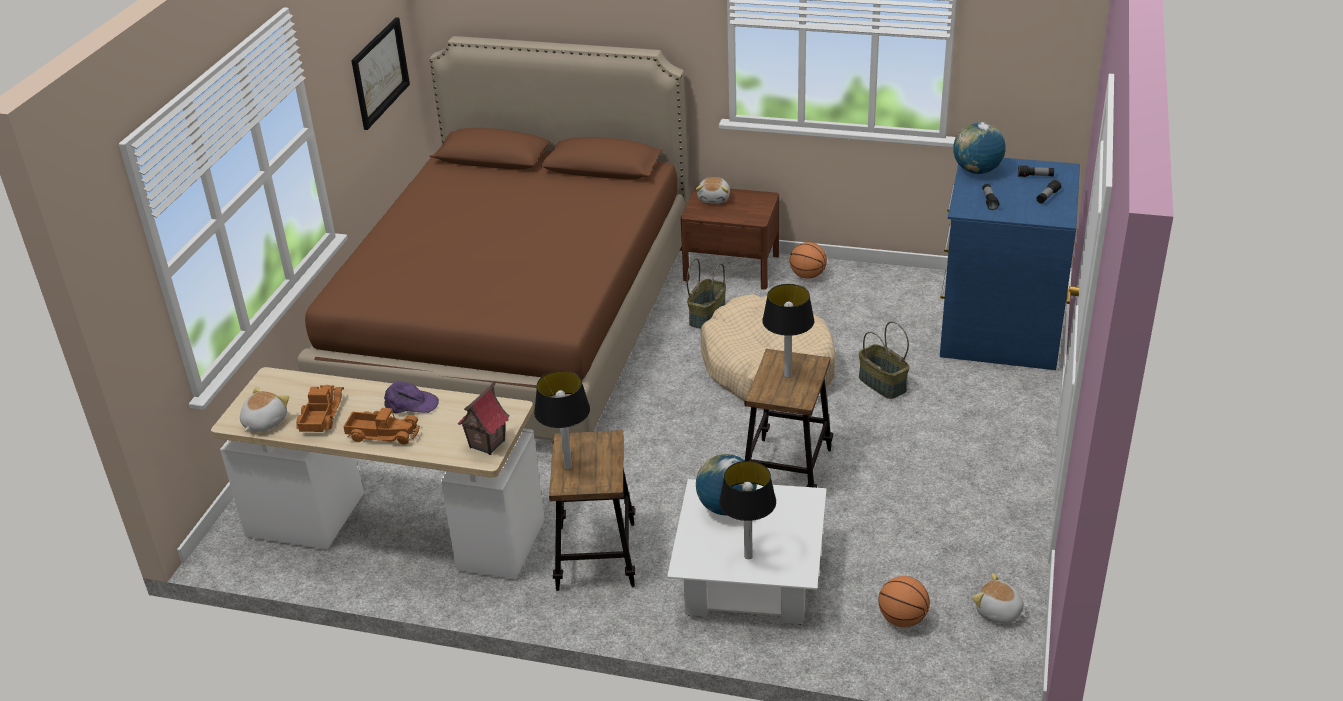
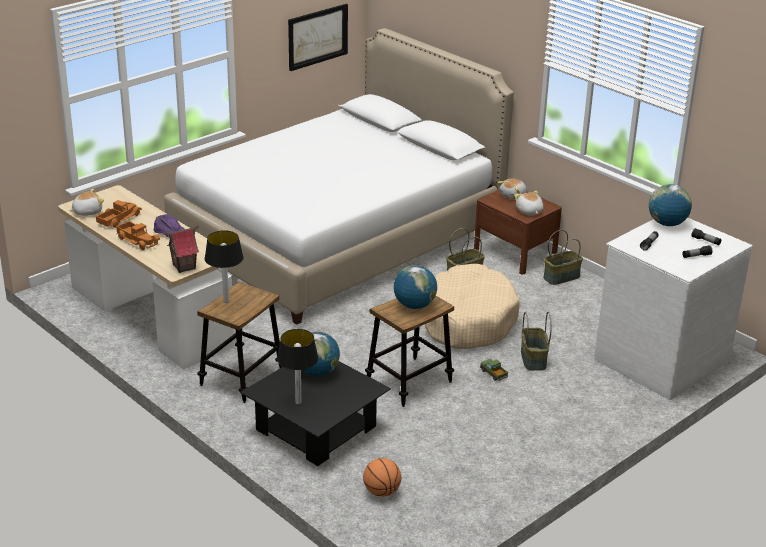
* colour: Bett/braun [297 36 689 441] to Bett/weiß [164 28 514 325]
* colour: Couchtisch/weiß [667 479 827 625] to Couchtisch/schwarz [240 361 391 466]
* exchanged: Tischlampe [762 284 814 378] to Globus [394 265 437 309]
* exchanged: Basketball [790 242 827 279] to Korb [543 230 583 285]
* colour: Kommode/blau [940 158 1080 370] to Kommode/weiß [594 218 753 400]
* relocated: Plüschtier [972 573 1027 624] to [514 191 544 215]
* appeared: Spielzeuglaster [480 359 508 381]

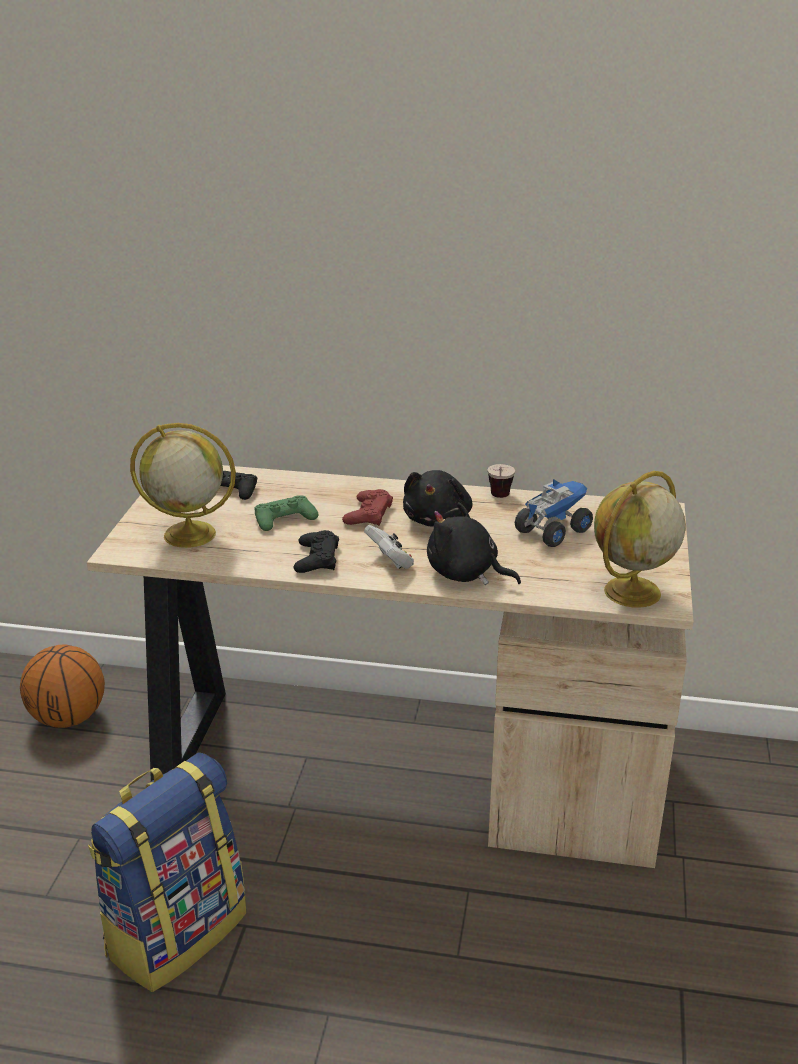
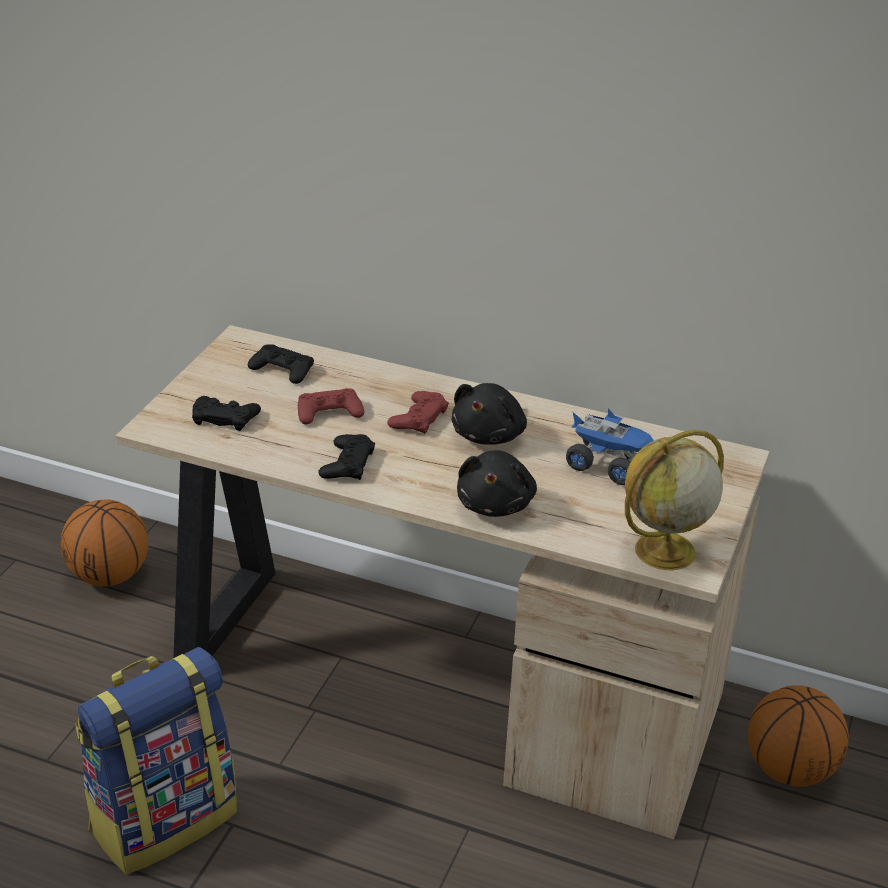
* exchanged: Globus [130 423 236 548] to Gamepad/schwarz [192 396 261 431]
* colour: Gamepad/grün [254 495 318 531] to Gamepad/rot [298 388 365 424]
* missing: Gamepad/weiß [364 525 414 569]
* spun: Plüschtier/schwarz [427 502 521 585] = [457 450 537 517] 120 degrees counterclockwise
* missing: Tasse [488 464 515 498]
* spun: Spielzeuglaster [515 479 593 547] = [566 408 654 485] 60 degrees clockwise
* appeared: Basketball [747 685 849 787]

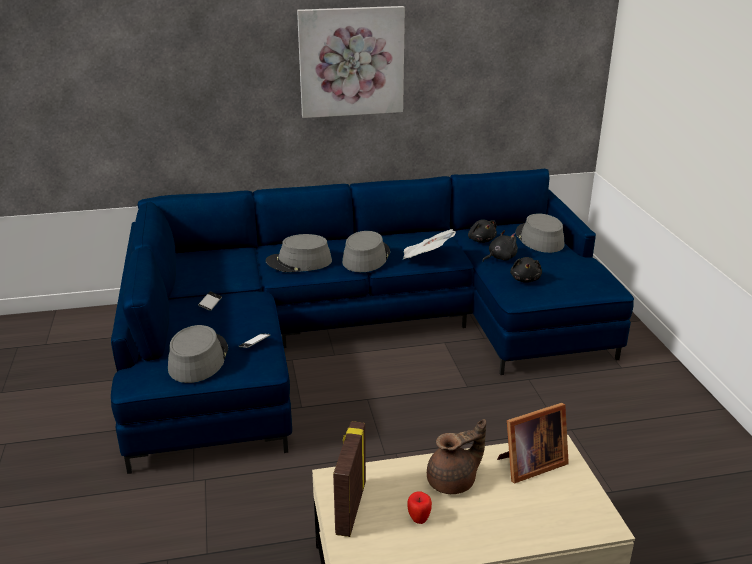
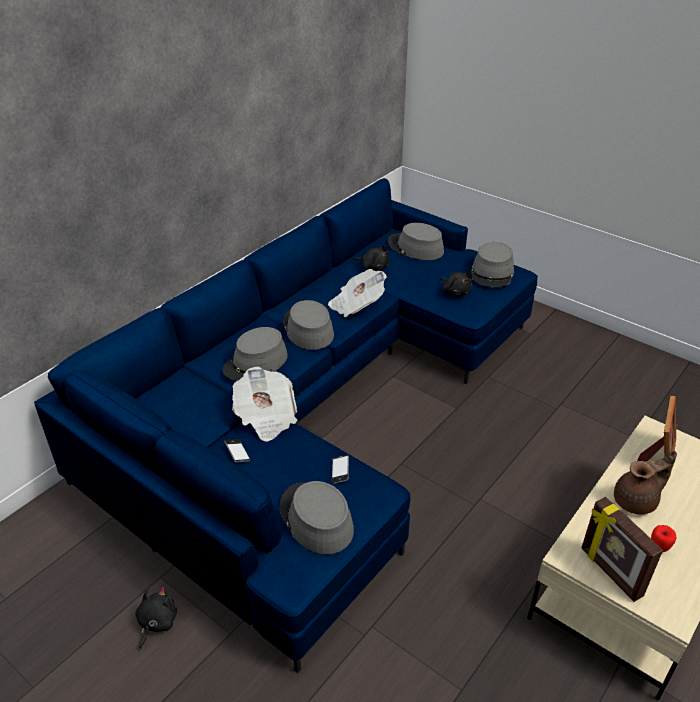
* missing: Bild [297 6 405 118]
* spun: Teekanne/braun [427 419 486 494] = [614 451 677 515] 45 degrees clockwise
* relocated: Plüschtier/schwarz [482 230 518 262] to [135 587 177 650]
* appeared: Zeitung [232 367 297 442]
* appeared: Hut/grau [472 242 514 287]

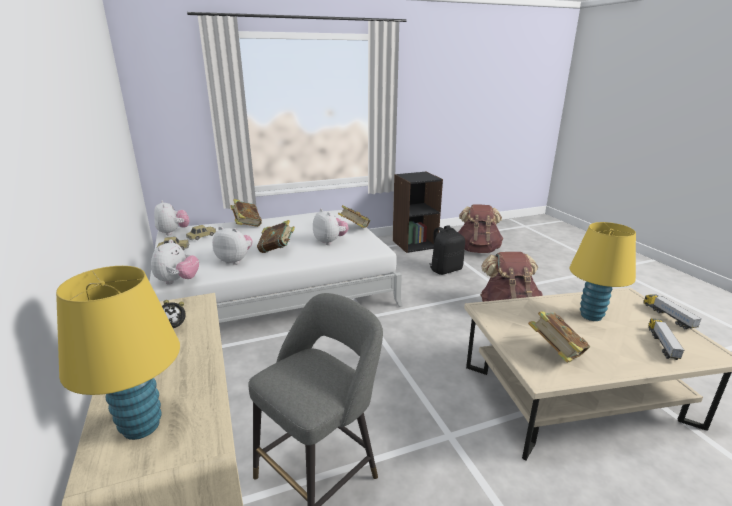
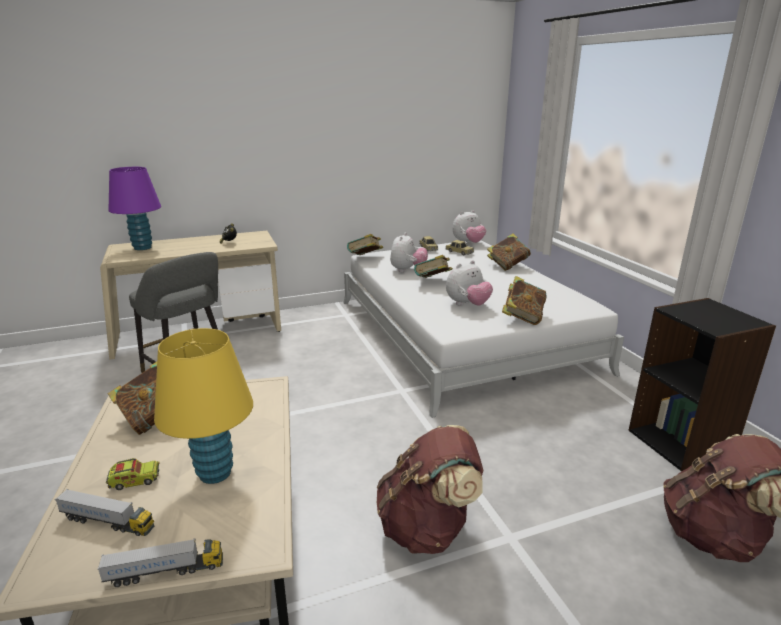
* colour: Tischlampe/gelb [56 266 180 440] to Tischlampe/lila [108 167 161 250]
* exchanged: Plüschtier [151 239 199 285] to Buch [347 234 383 255]
* missing: Rucksack/schwarz [429 225 465 275]
* appeared: Spielzeuglaster [106 458 159 490]

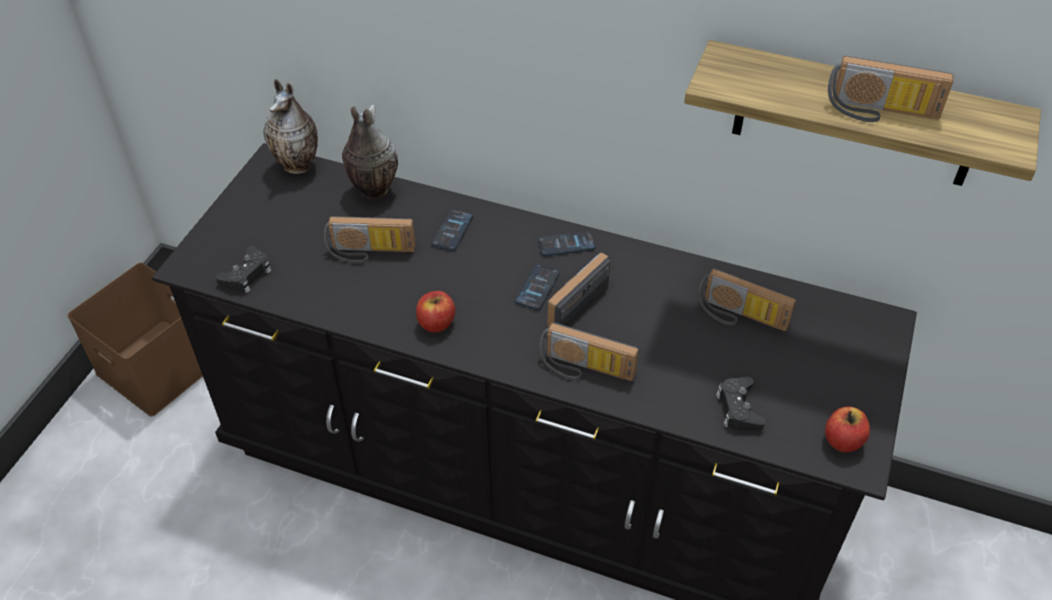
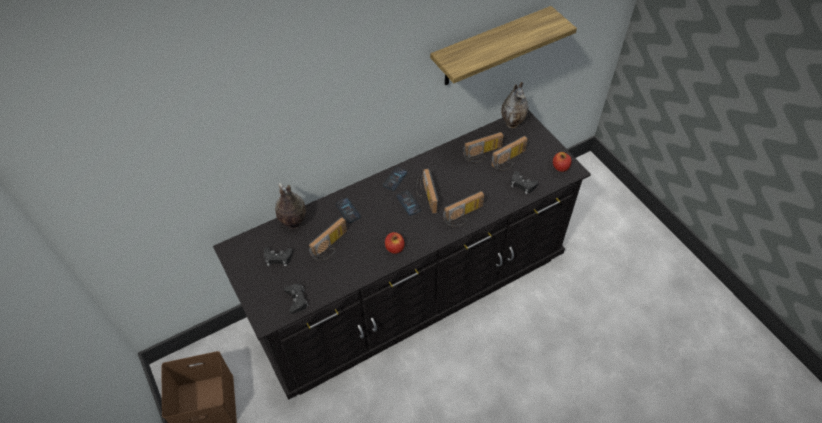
* relocated: Vase [263 79 318 174] to [501 82 529 128]
* relocated: Radio [828 56 953 122] to [491 136 528 171]
* appeared: Gamepad/schwarz [264 247 293 266]

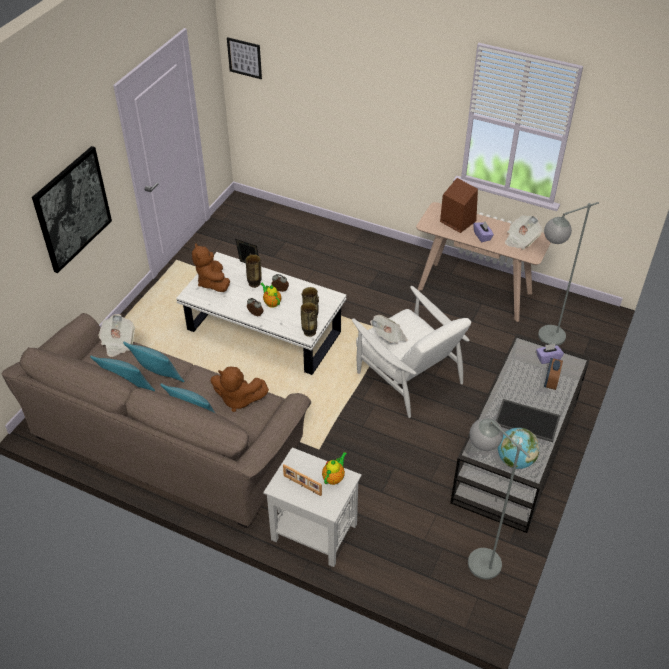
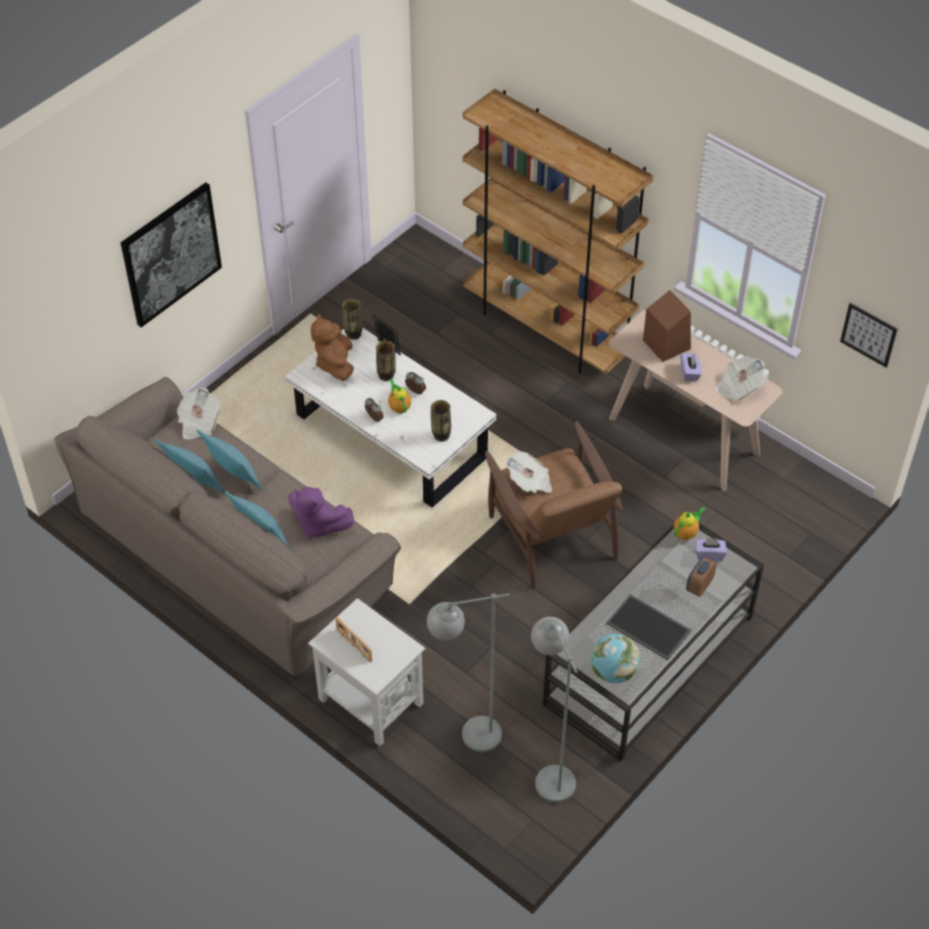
* colour: Plüschtier/braun [210 367 269 412] to Plüschtier/lila [288 487 355 540]
* relocated: Bild [227 37 262 79] to [840 303 898 367]
* relocated: Vase [301 302 317 337] to [342 299 363 340]
* relocated: Teekanne [322 452 347 485] to [674 507 705 540]
* colour: Sessel/weiß [352 286 471 418] to Sessel/braun [485 421 623 589]
* relocated: Stehlampe/grau [538 202 599 346] to [427 594 510 752]
* appeared: Bücherregal/braun [463 88 653 374]

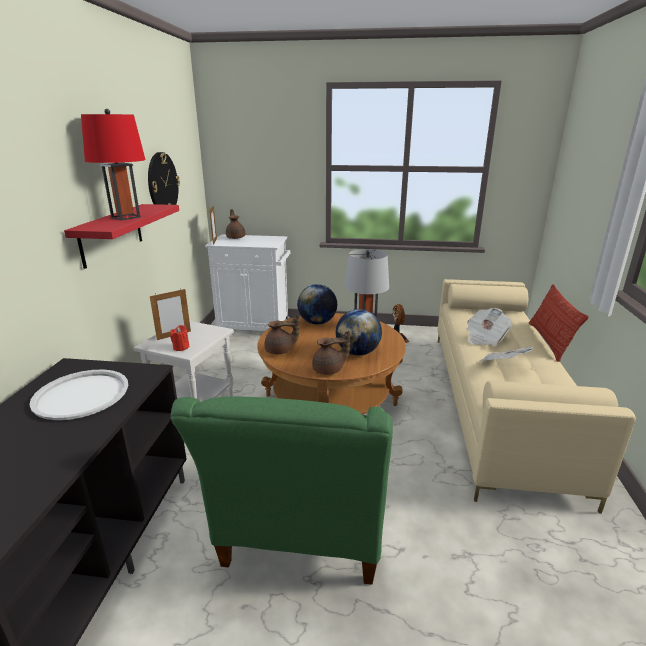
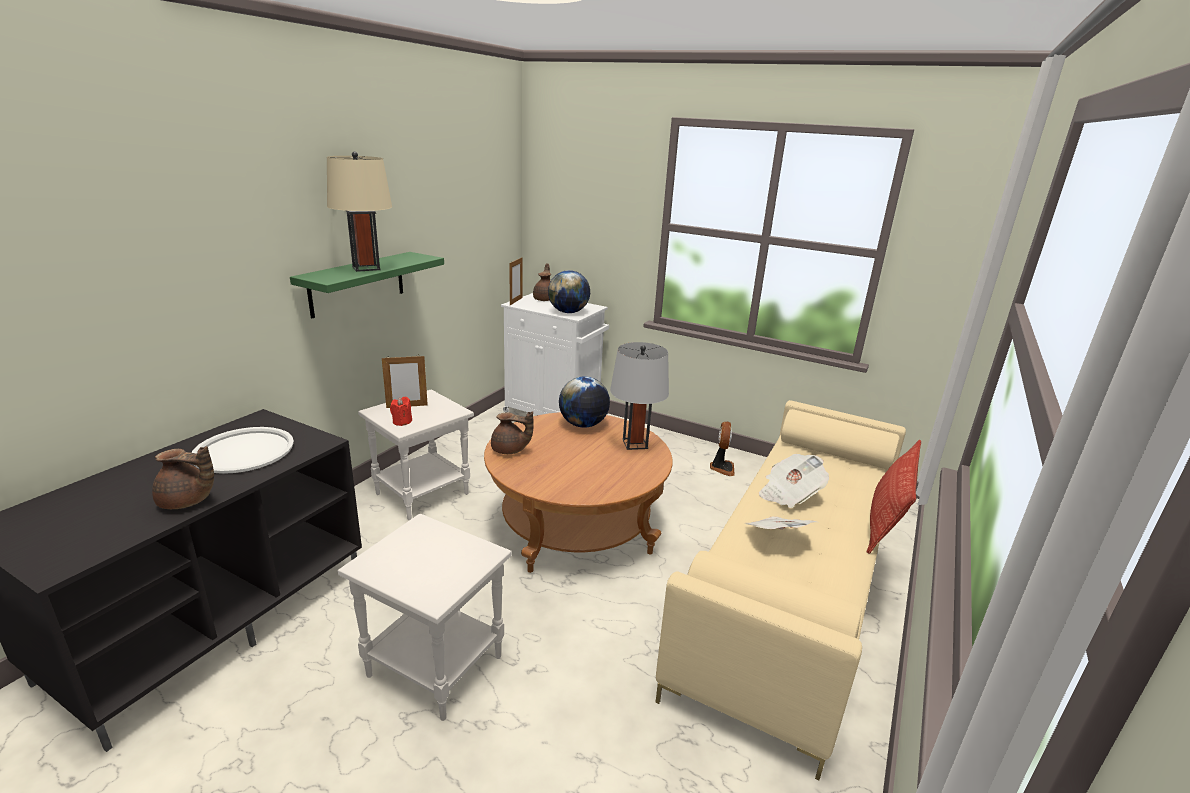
* colour: Wandregal/rot [64 204 179 269] to Wandregal/grün [290 252 444 318]
* colour: Tischlampe/rot [81 109 146 220] to Tischlampe/beige [327 151 392 272]
* missing: Wanduhr [148 152 180 205]
* exchanged: Sessel/grün [171 396 393 585] to Beistelltisch/weiß [338 513 512 721]
* relocated: Teekanne/braun [312 331 350 375] to [152 446 214 509]
* relocated: Globus [336 309 382 355] to [548 270 590 313]

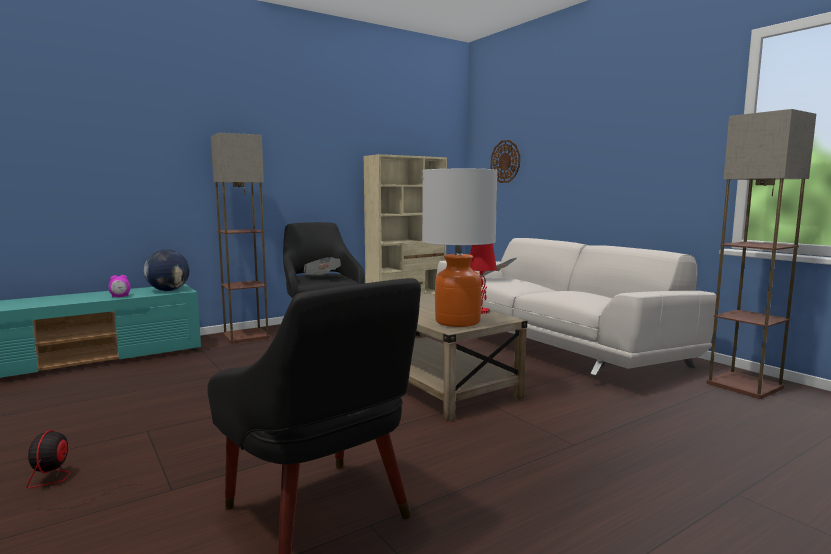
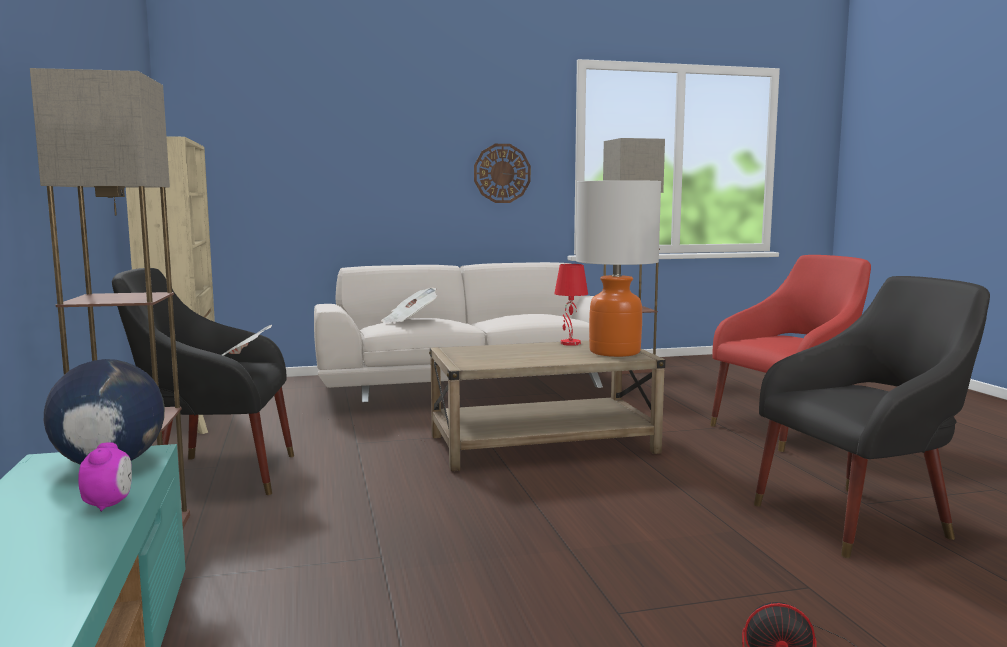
* relocated: Wanduhr [490 140 520 183] to [474 144 531 203]
* appeared: Sessel/rot [710 255 871 452]

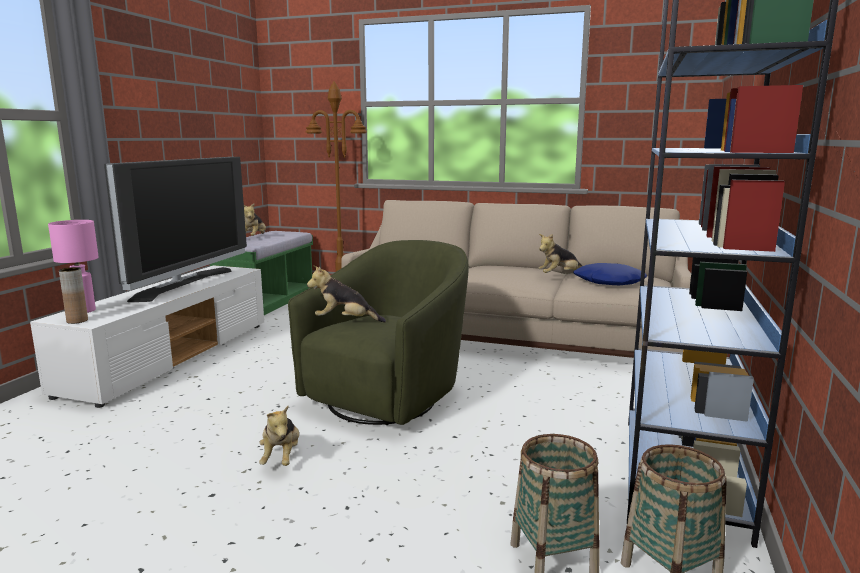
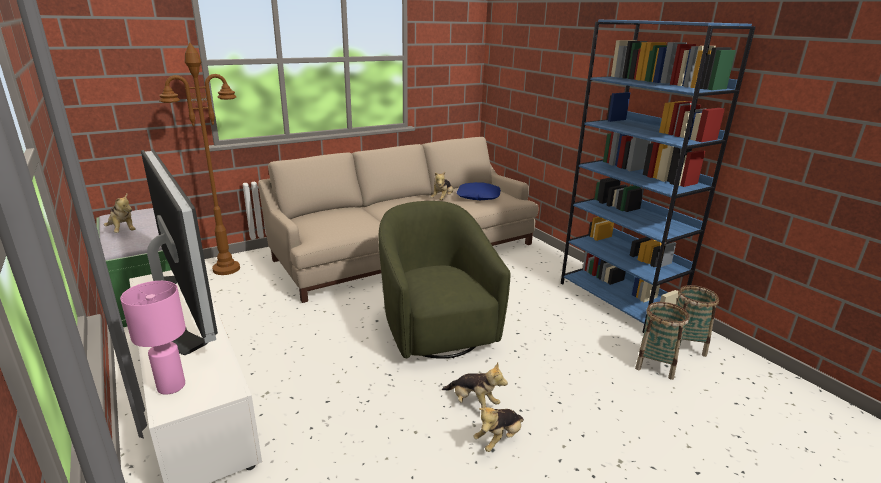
* missing: Vase/braun [59 267 88 324]
* relocated: Plüschtier [307 265 386 323] to [473 407 524 452]

